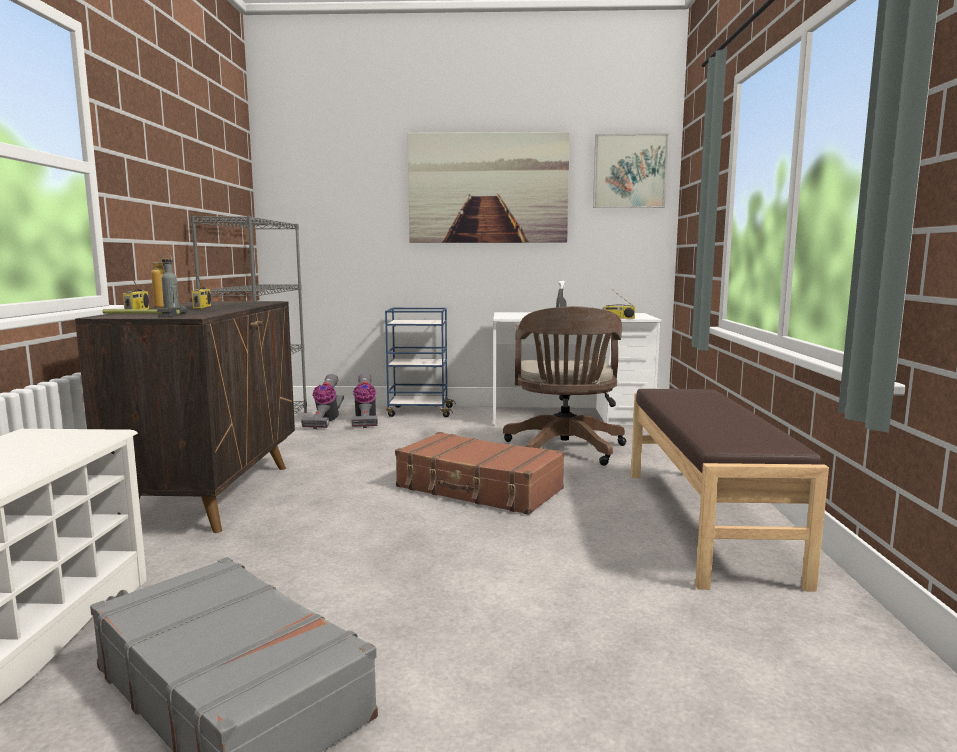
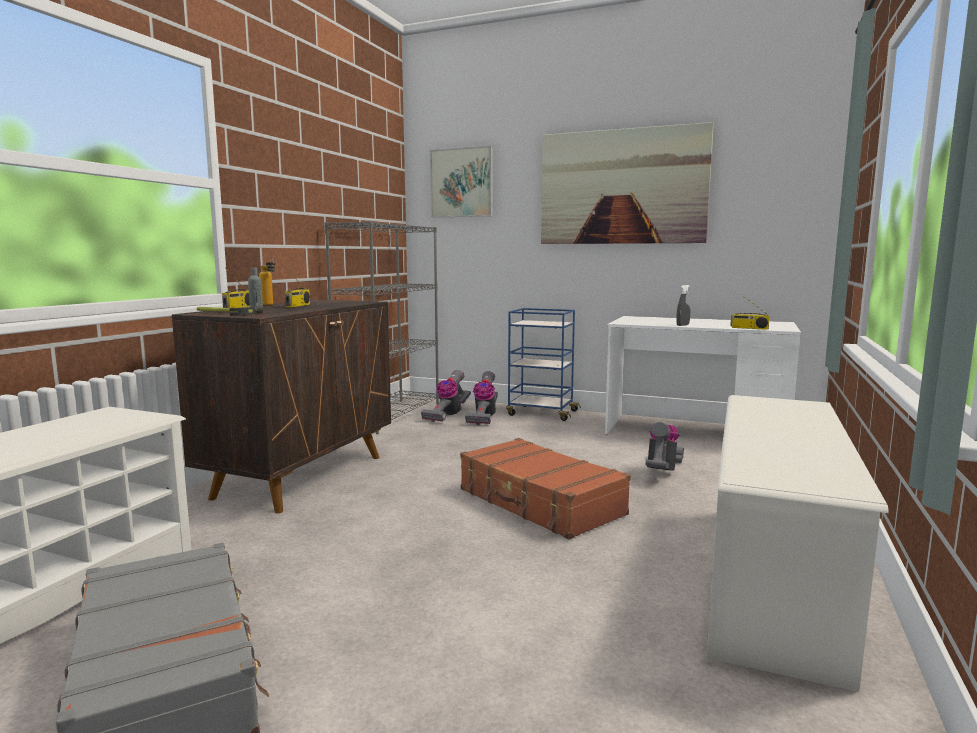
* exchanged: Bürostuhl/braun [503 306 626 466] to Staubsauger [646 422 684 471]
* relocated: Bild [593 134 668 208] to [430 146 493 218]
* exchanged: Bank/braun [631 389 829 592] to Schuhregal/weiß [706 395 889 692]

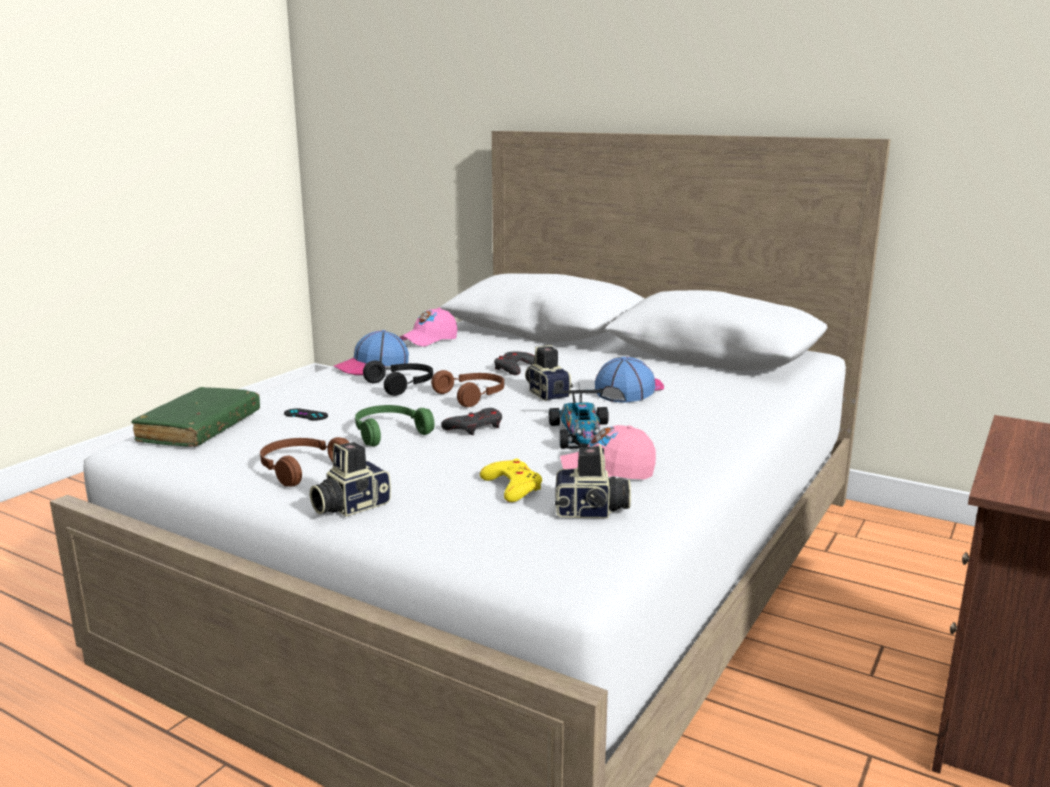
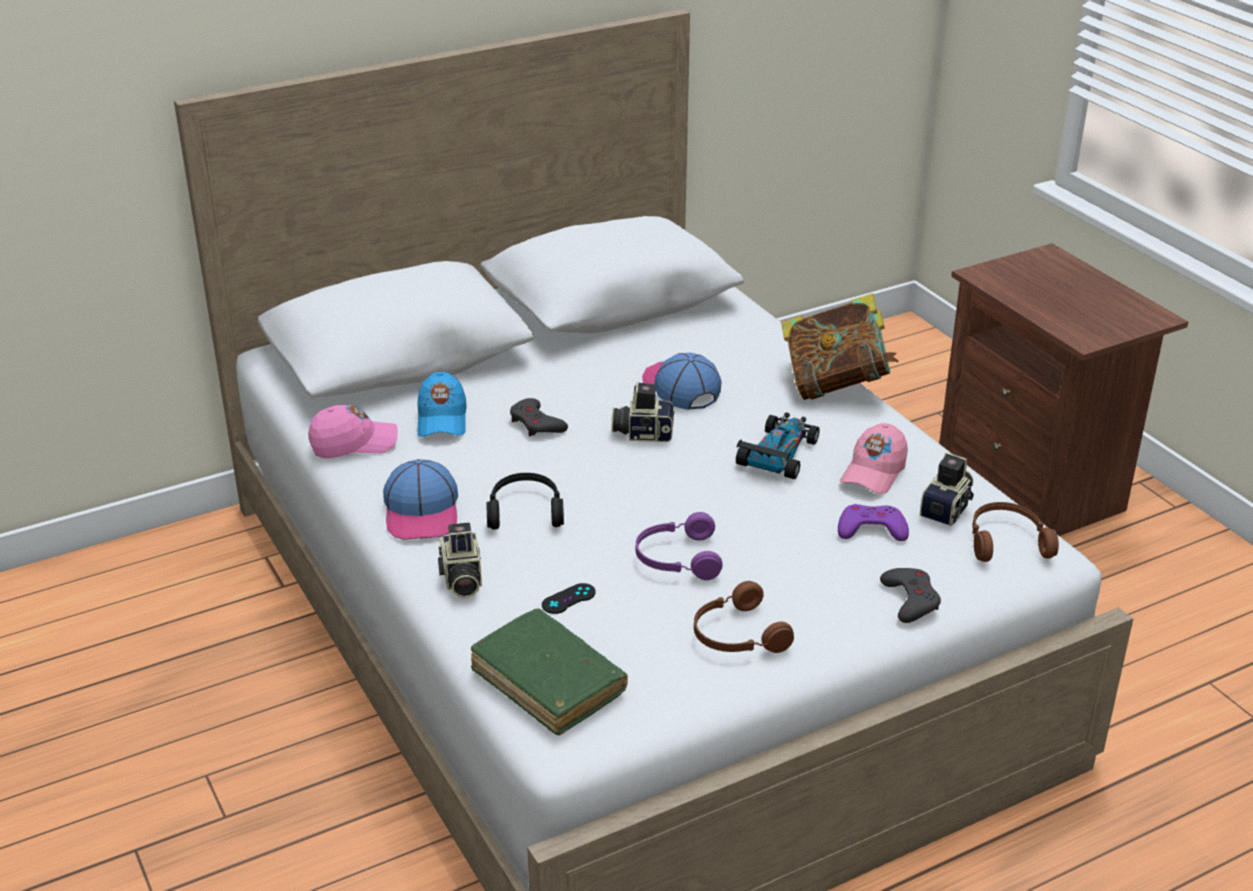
* relocated: Kamera [310 442 391 517] to [438 523 482 598]
* colour: Kopfhörer/grün [355 405 435 446] to Kopfhörer/lila [636 512 723 580]
* spun: Kappe/rosa [399 308 458 347] = [308 405 398 458] 90 degrees counterclockwise
* relocated: Kopfhörer/braun [431 370 504 407] to [972 502 1059 562]
* relocated: Gamepad/grau [441 408 502 435] to [880 568 941 623]
* colour: Gamepad/gelb [480 459 542 502] to Gamepad/lila [838 504 909 541]
* spun: Spielzeugauto [549 383 609 449] = [736 412 820 479] 90 degrees counterclockwise
* appeared: Kappe/blau [417 372 467 437]
* appeared: Buch [781 294 899 400]

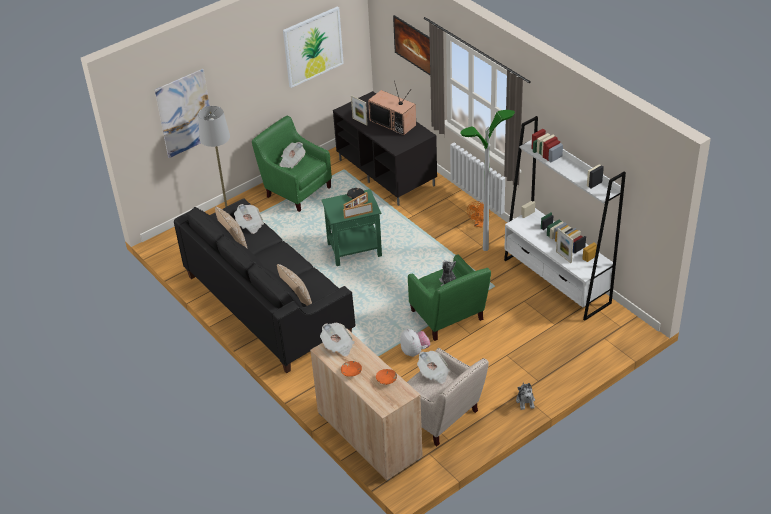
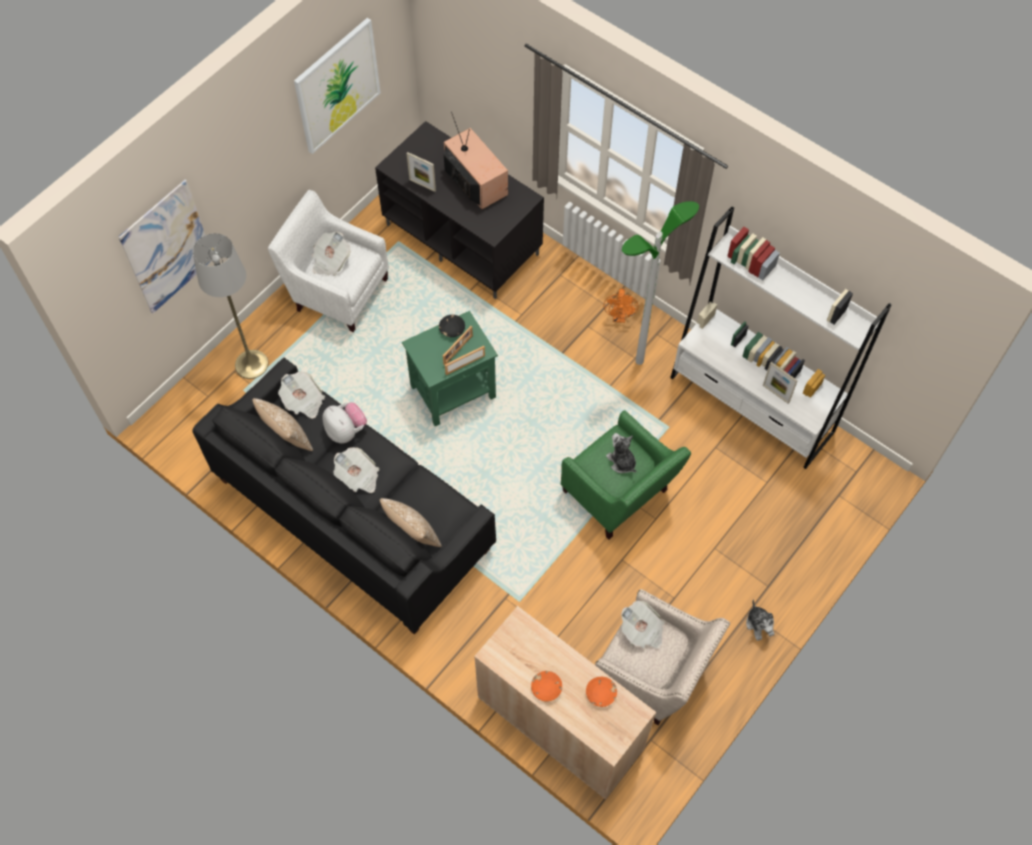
* colour: Sessel/grün [252 116 332 212] to Sessel/weiß [268 190 389 332]
* relocated: Zeitung [320 323 355 357] to [333 447 379 493]
* spun: Fernseher [368 80 416 135] = [444 112 508 210] 150 degrees counterclockwise
* missing: Bild [393 15 430 75]
* relocated: Plüschtier [400 328 430 357] to [322 402 367 444]

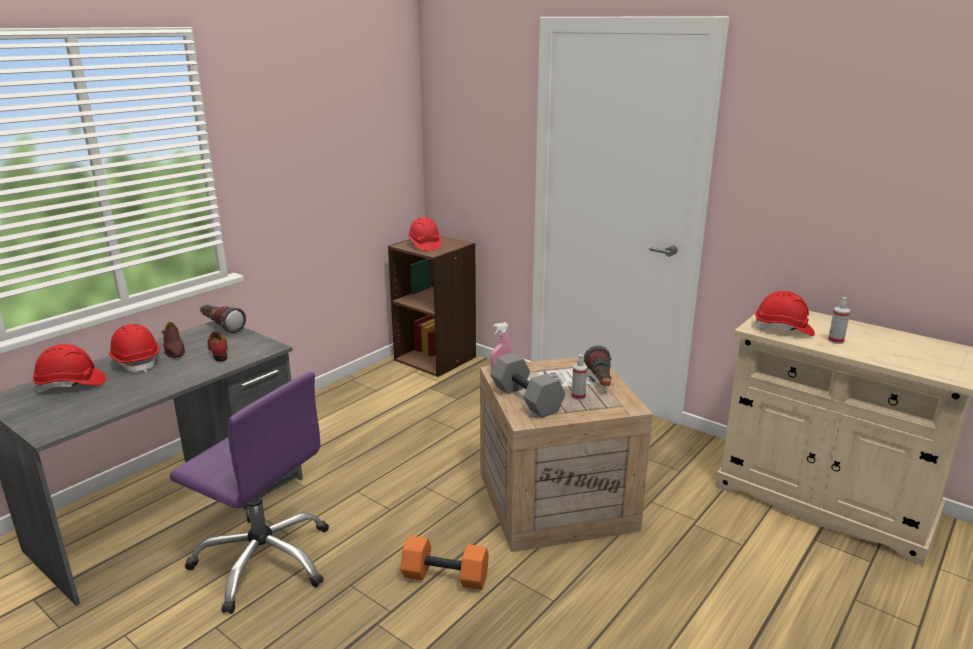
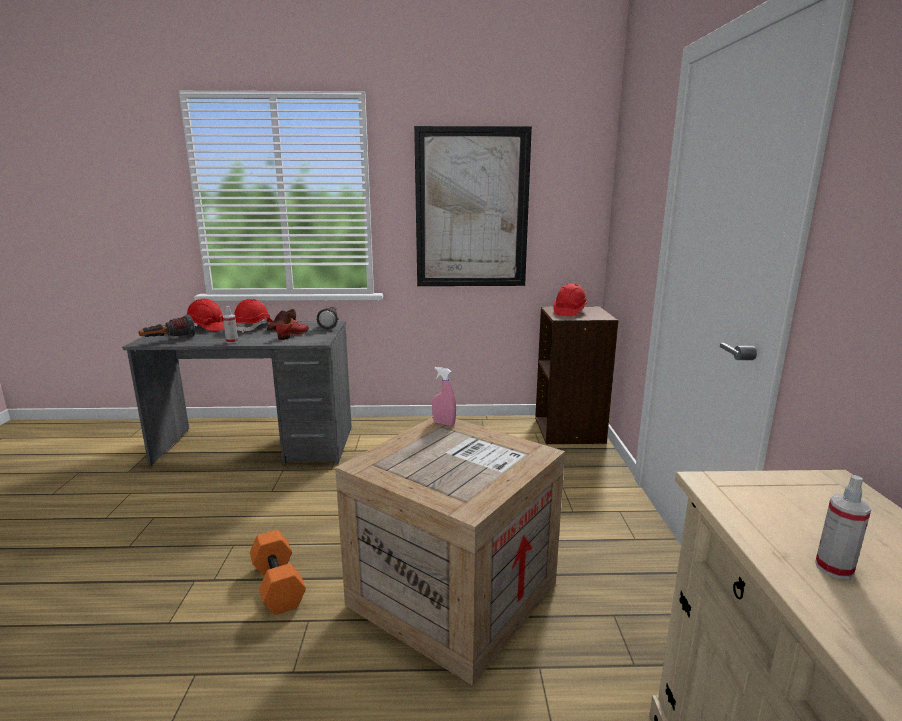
* missing: Bürostuhl/lila [169 372 329 614]
* missing: Hantel/grau [490 353 565 418]
* relocated: Sprühflasche [572 354 587 400] to [223 306 238 343]
* relocated: Taschenlampe [584 345 611 386] to [139 315 195 337]
* missing: Schutzhelm/rot [752 291 815 336]
* appeared: Bild [414 126 532 286]

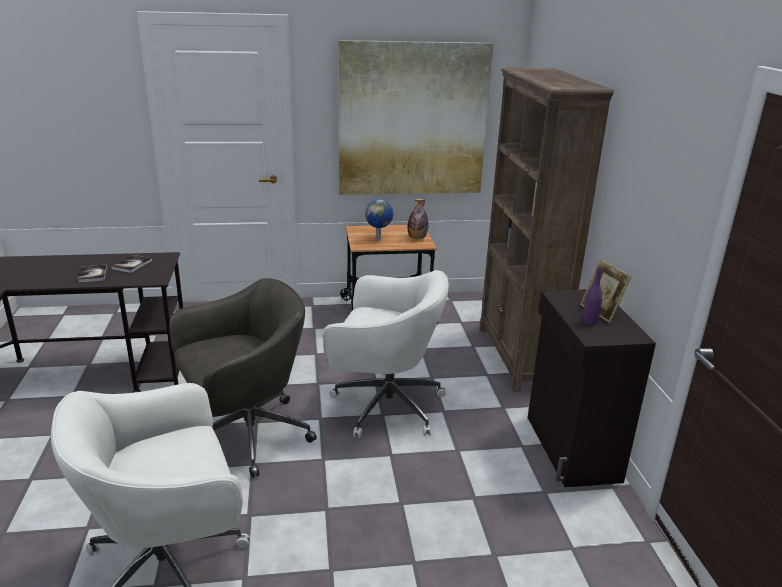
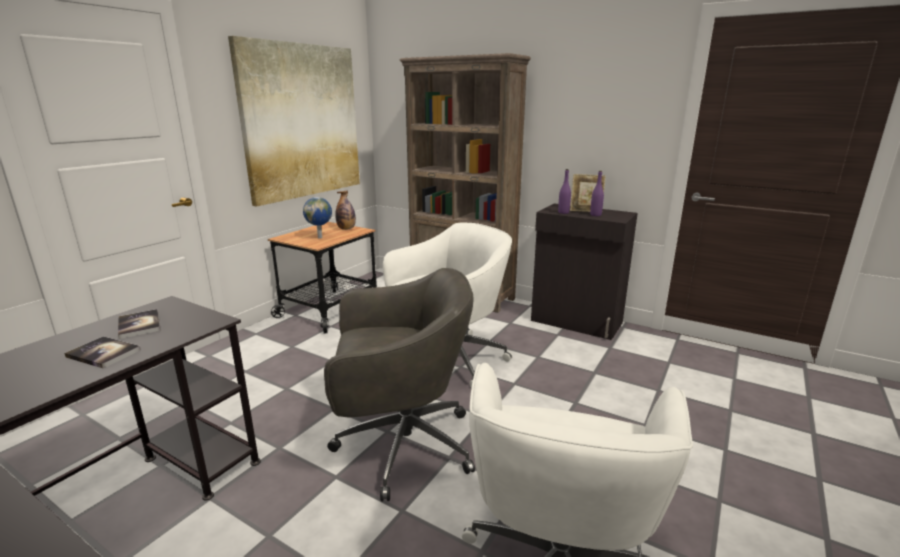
* spun: Bürostuhl/grau [169 278 317 478] = [324 268 475 501] 75 degrees clockwise
* appeared: Flasche/lila [558 169 571 214]

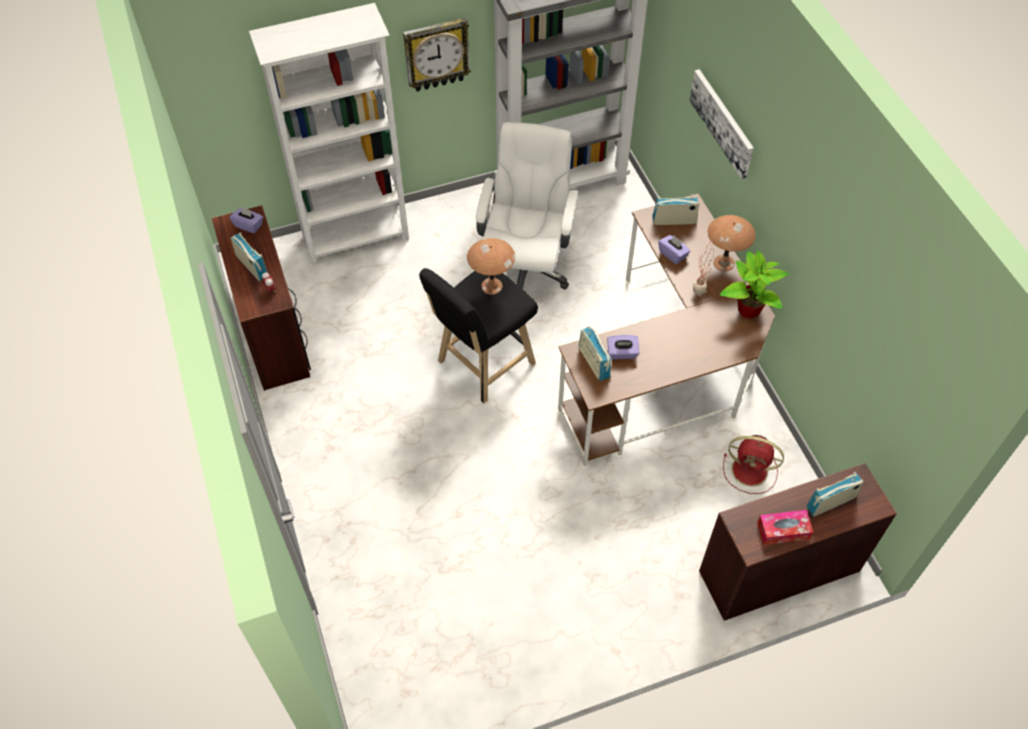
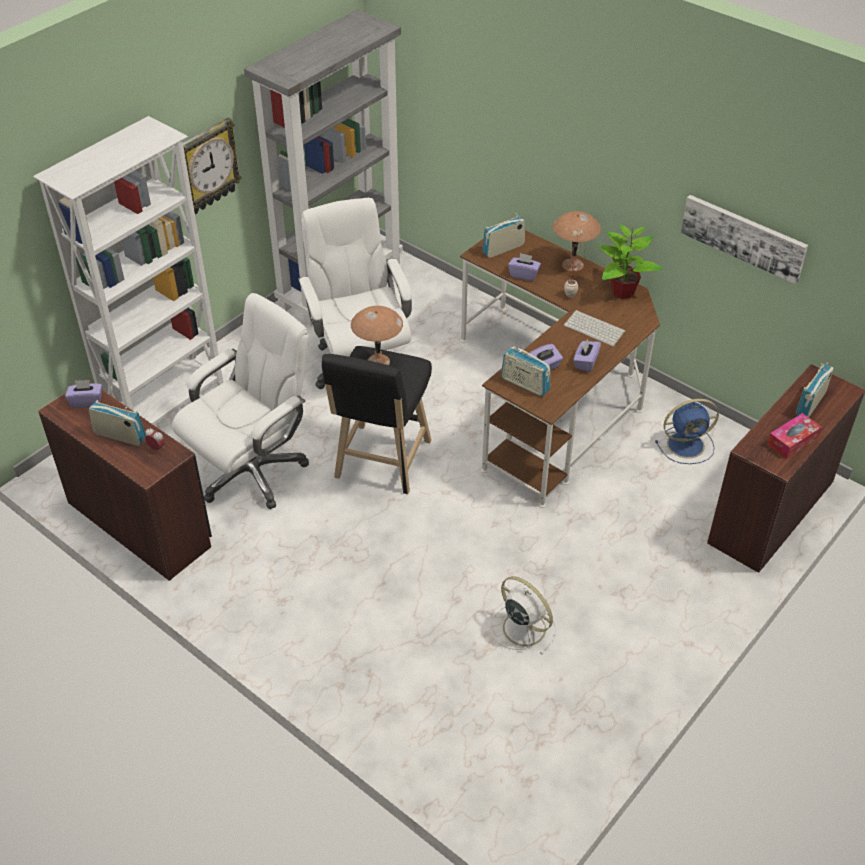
* relocated: Bild [689 69 754 179] to [681 195 808 284]
* colour: Ventilator/rot [723 435 784 494] to Ventilator/blau [655 399 719 464]
* appeared: Bürostuhl/weiß [172 293 309 509]
* appeared: Ventilator/weiß [490 576 556 654]
* appeared: Tastatur [564 310 626 346]
* appeared: Taschentuchbox/lila [573 339 601 372]

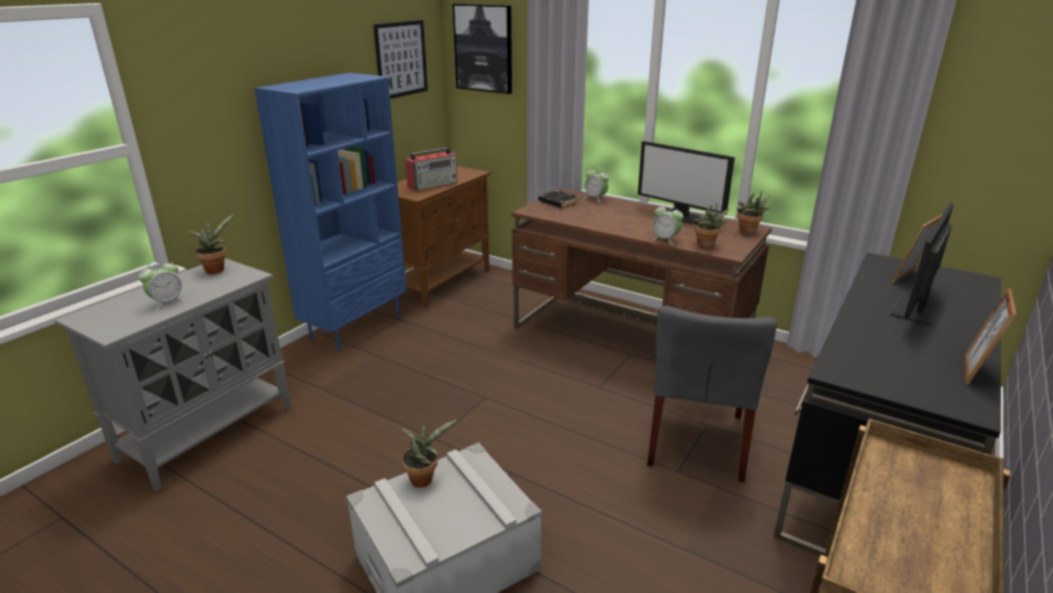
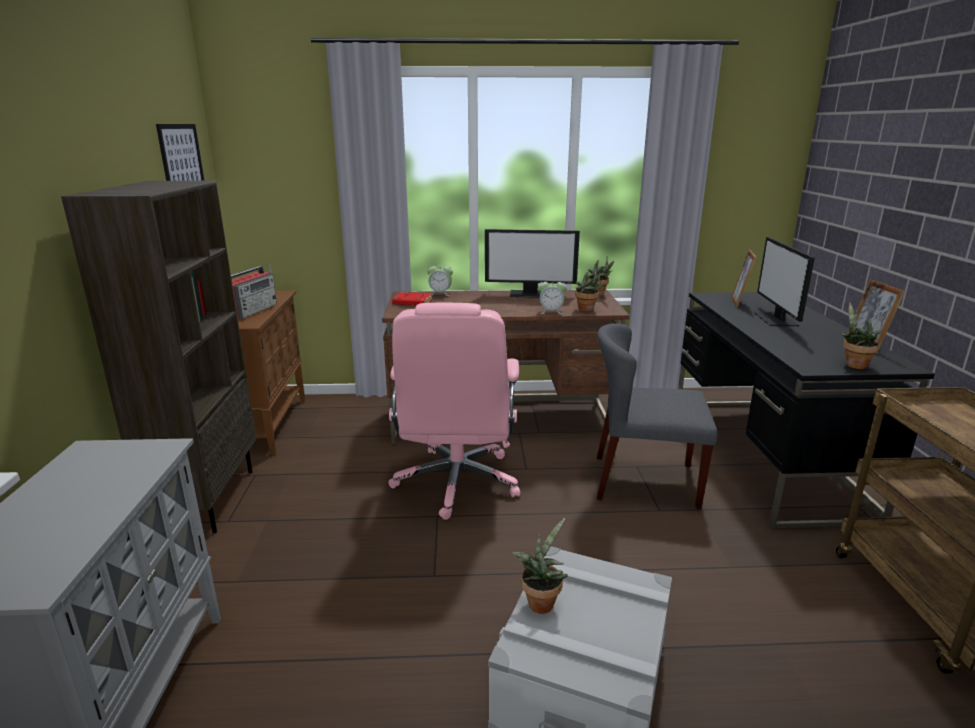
* missing: Wecker [138 260 186 311]
* relocated: Topfpflanze [187 214 234 274] to [841 303 882 369]
* colour: Bücherregal/blau [254 73 407 352] to Bücherregal/braun [61 181 256 533]
* missing: Bild [453 4 512 94]
* colour: Buch/schwarz [538 190 579 208] to Buch/rot [392 292 432 306]
* spun: Stuhl/grau [647 305 777 482] = [597 324 717 509] 120 degrees clockwise
* appeared: Bürostuhl/rosa [388 303 520 520]

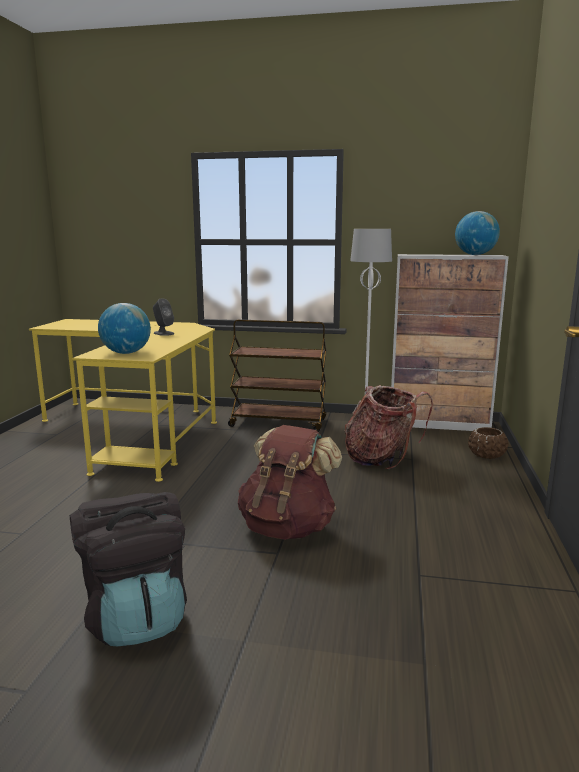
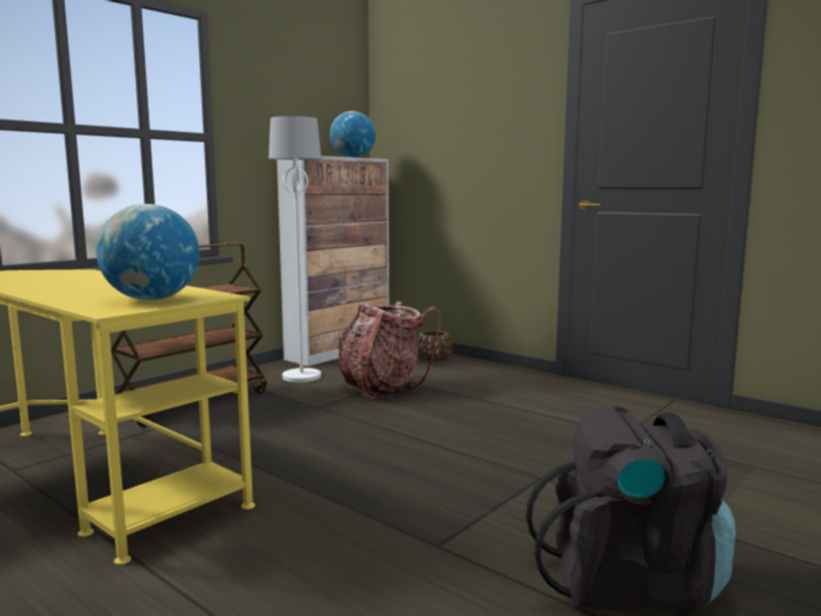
* missing: Lautsprecher/grau [153 298 174 336]
* missing: Rucksack/braun [238 425 342 540]

